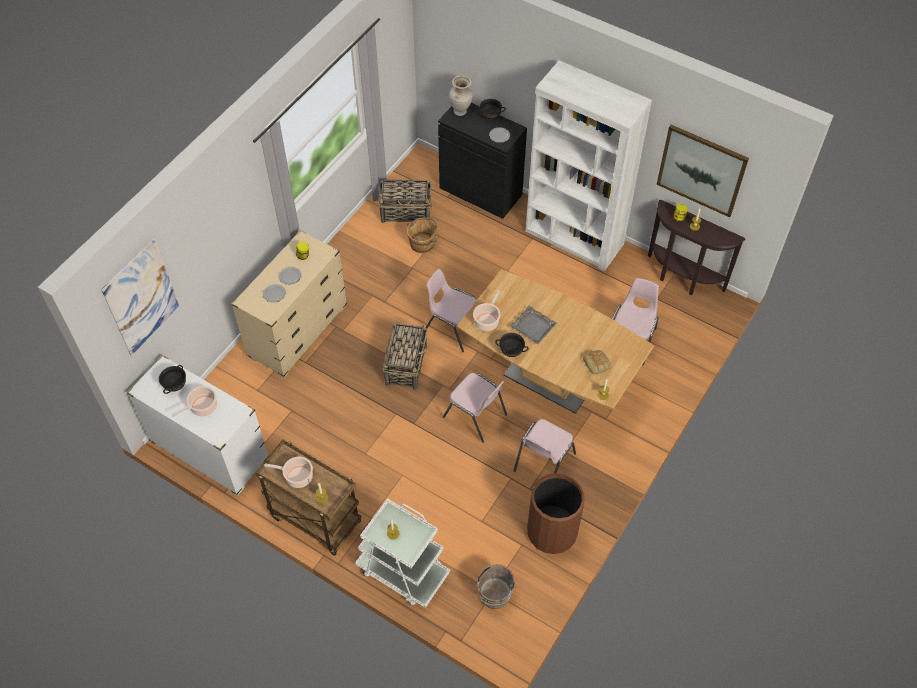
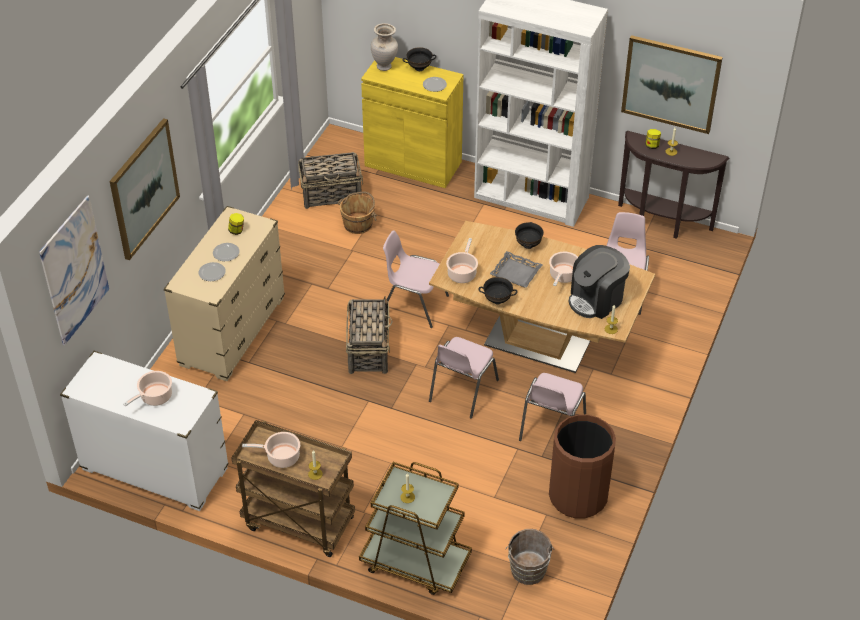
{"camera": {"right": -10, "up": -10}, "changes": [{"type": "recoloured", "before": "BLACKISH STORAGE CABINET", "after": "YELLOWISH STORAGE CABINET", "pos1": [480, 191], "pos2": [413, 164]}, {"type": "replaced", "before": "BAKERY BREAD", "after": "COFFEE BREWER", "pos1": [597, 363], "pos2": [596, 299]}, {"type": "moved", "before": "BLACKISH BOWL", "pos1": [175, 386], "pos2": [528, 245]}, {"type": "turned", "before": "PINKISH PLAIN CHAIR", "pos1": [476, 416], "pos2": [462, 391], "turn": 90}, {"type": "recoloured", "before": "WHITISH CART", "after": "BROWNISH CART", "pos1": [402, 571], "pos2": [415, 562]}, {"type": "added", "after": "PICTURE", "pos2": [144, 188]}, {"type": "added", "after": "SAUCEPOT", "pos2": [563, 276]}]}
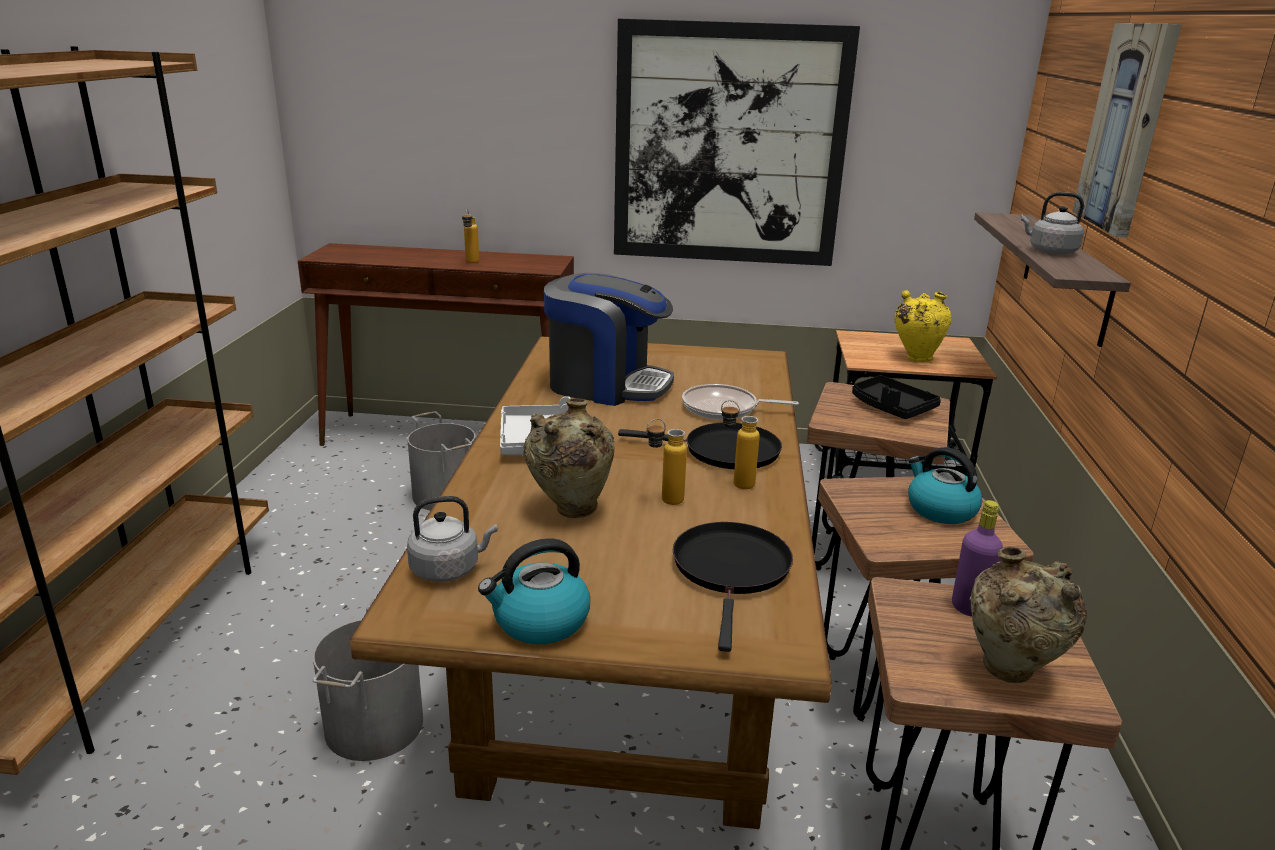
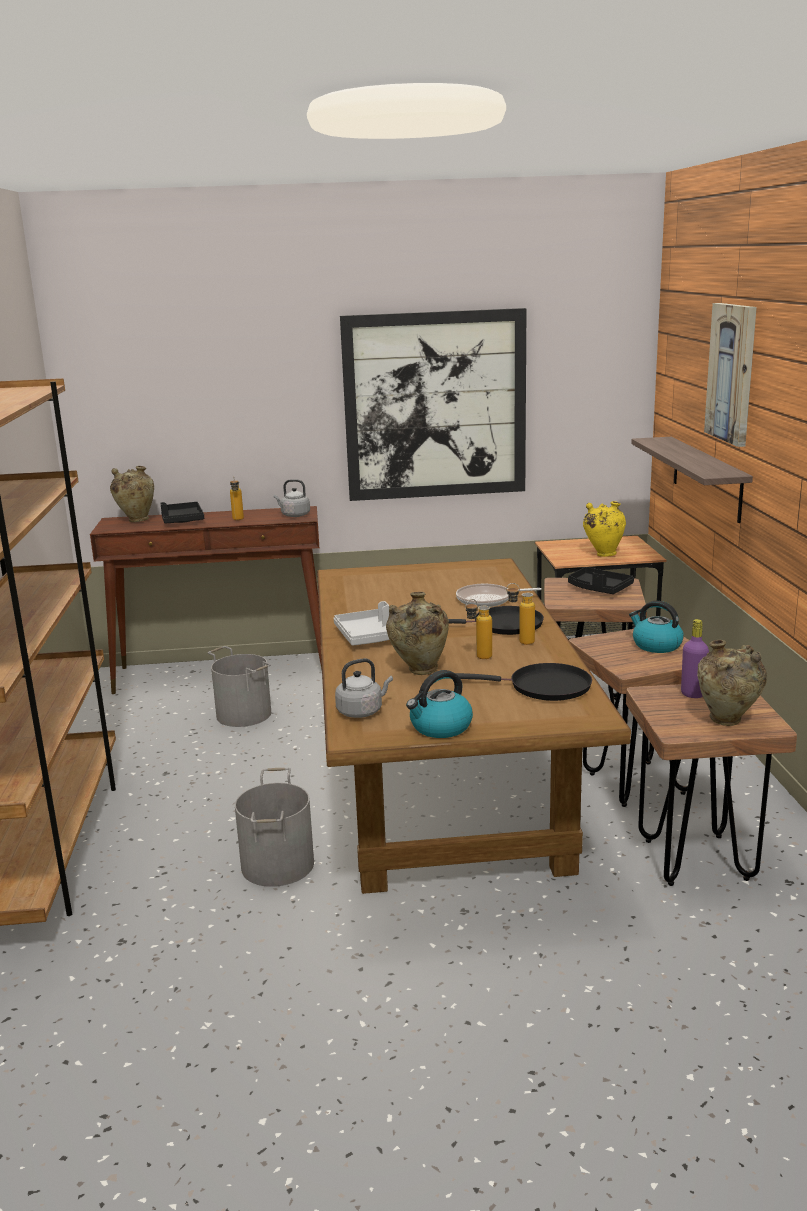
{"camera": {"right": -10, "up": -5}, "changes": [{"type": "moved", "before": "GREYISH TEA KETTLE", "pos1": [1050, 251], "pos2": [294, 515]}, {"type": "removed", "before": "COFFEE BREWER", "pos1": [606, 385]}, {"type": "turned", "before": "BLACKISH PAN", "pos1": [731, 570], "pos2": [544, 687], "turn": 105}, {"type": "added", "after": "SAND-COLOURED VASE", "pos2": [136, 520]}, {"type": "added", "after": "BLACKISH SERVING TRAY", "pos2": [182, 520]}]}
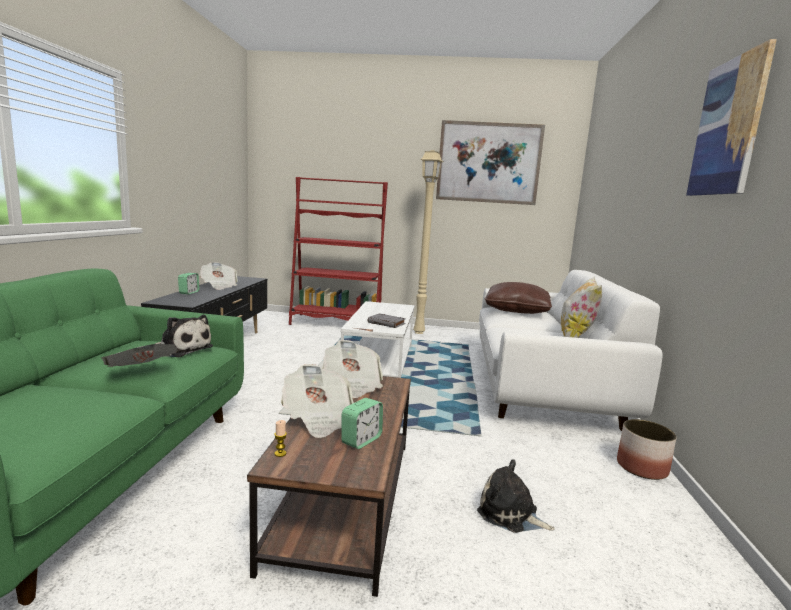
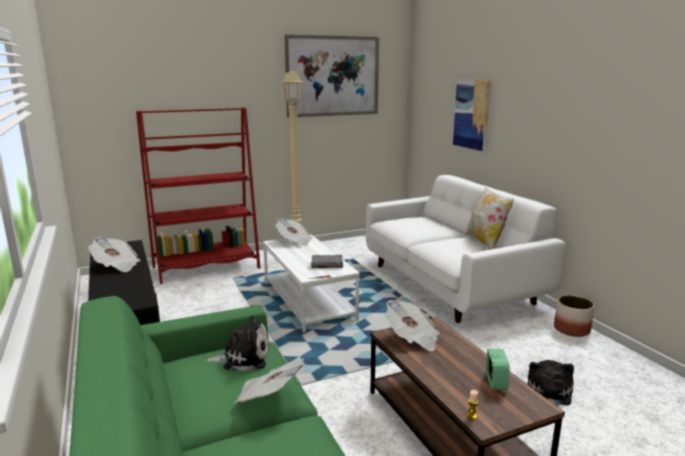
{"camera": {"right": -30, "up": 5}, "changes": [{"type": "moved", "before": "PICTURE", "pos1": [728, 127], "pos2": [471, 114]}, {"type": "removed", "before": "ALARM CLOCK", "pos1": [189, 292]}, {"type": "removed", "before": "BROWNISH PILLOW", "pos1": [516, 311]}, {"type": "moved", "before": "DAILY PAPER", "pos1": [318, 418], "pos2": [294, 241]}, {"type": "turned", "before": "CUDDLY TOY", "pos1": [510, 514], "pos2": [549, 394], "turn": 105}]}
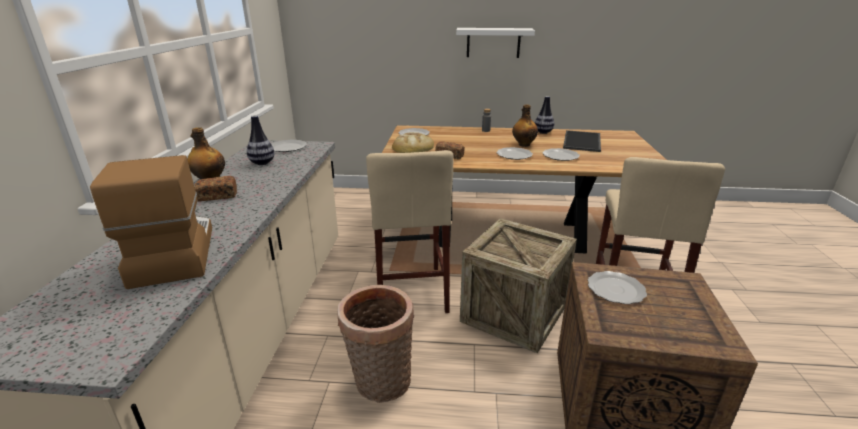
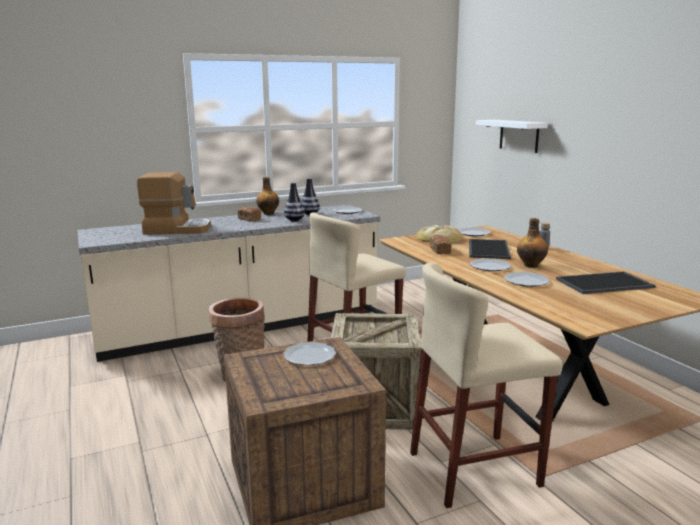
{"camera": {"right": 60, "up": -10}, "changes": [{"type": "moved", "before": "WHITISH WALL SHELF", "pos1": [493, 42], "pos2": [519, 135]}, {"type": "moved", "before": "VASE", "pos1": [543, 132], "pos2": [294, 220]}, {"type": "turned", "before": "COFFEE BREWER", "pos1": [172, 254], "pos2": [177, 229], "turn": 45}, {"type": "added", "after": "SERVING TRAY", "pos2": [487, 249]}]}
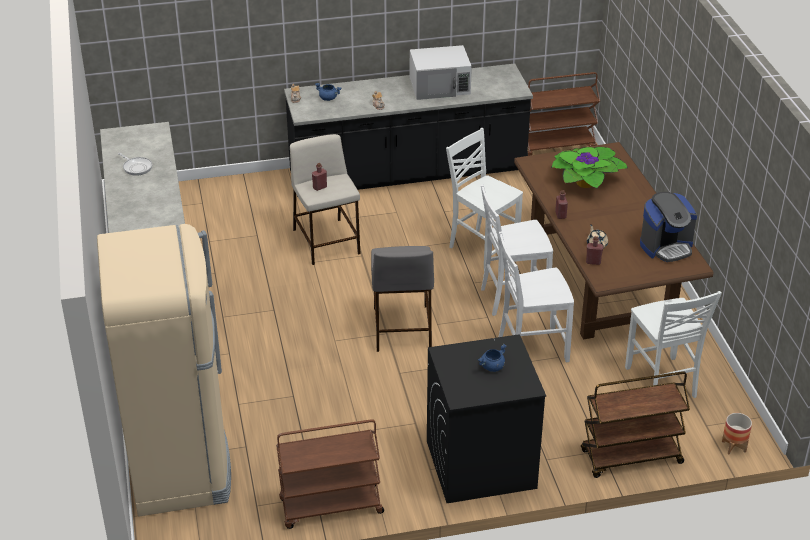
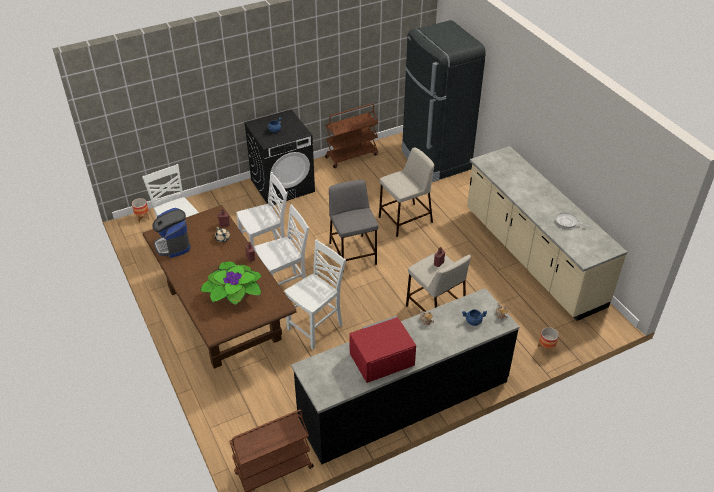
{"camera": {"right": 165, "up": 5}, "changes": [{"type": "recoloured", "before": "WHITISH KITCHEN MICROWAVE", "after": "RED-COLOURED KITCHEN MICROWAVE", "pos1": [440, 86], "pos2": [381, 359]}, {"type": "turned", "before": "WHITISH PLAIN CHAIR", "pos1": [482, 249], "pos2": [316, 328], "turn": -75}, {"type": "turned", "before": "COFFEE BREWER", "pos1": [666, 247], "pos2": [173, 245], "turn": -75}, {"type": "recoloured", "before": "SAND-COLOURED KITCHEN FRIDGE", "after": "BLACKISH KITCHEN FRIDGE", "pos1": [180, 466], "pos2": [435, 160]}, {"type": "removed", "before": "BROWNISH CART", "pos1": [631, 457]}, {"type": "added", "after": "SAND-COLOURED STOOL SEAT", "pos2": [405, 220]}, {"type": "added", "after": "PLANTER", "pos2": [546, 349]}]}
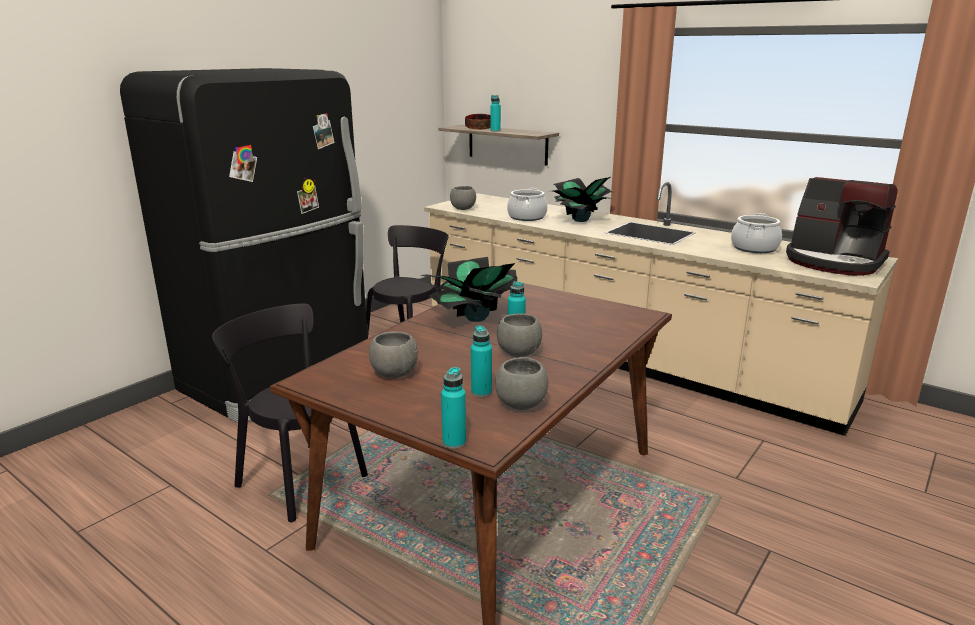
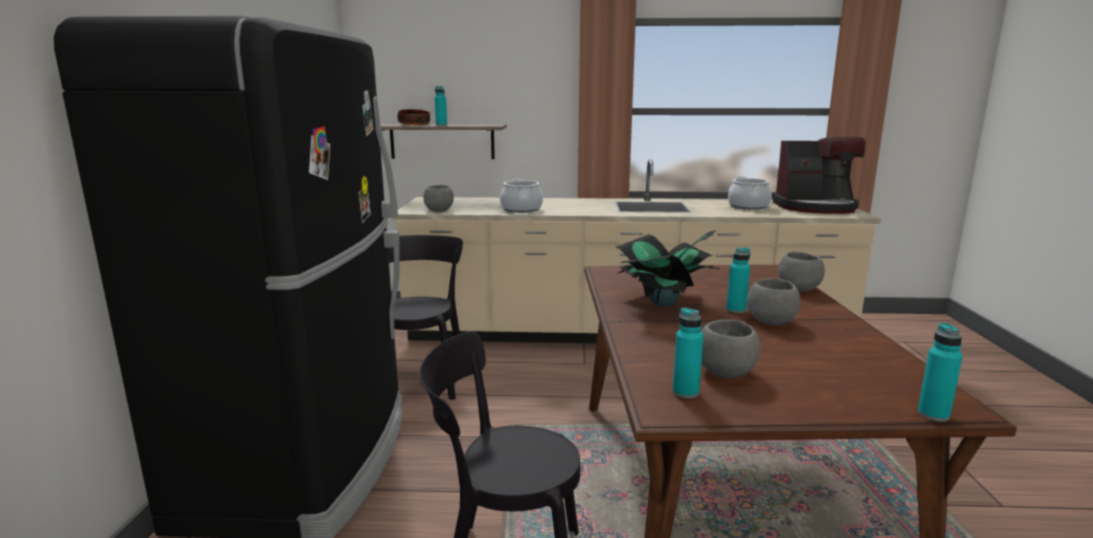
{"camera": {"right": -35, "up": -5}, "changes": [{"type": "removed", "before": "POTTED PLANT", "pos1": [580, 220]}, {"type": "moved", "before": "BLUE-GREEN BOTTLE", "pos1": [481, 392], "pos2": [685, 392]}, {"type": "moved", "before": "GREYISH BOWL", "pos1": [520, 404], "pos2": [798, 289]}]}
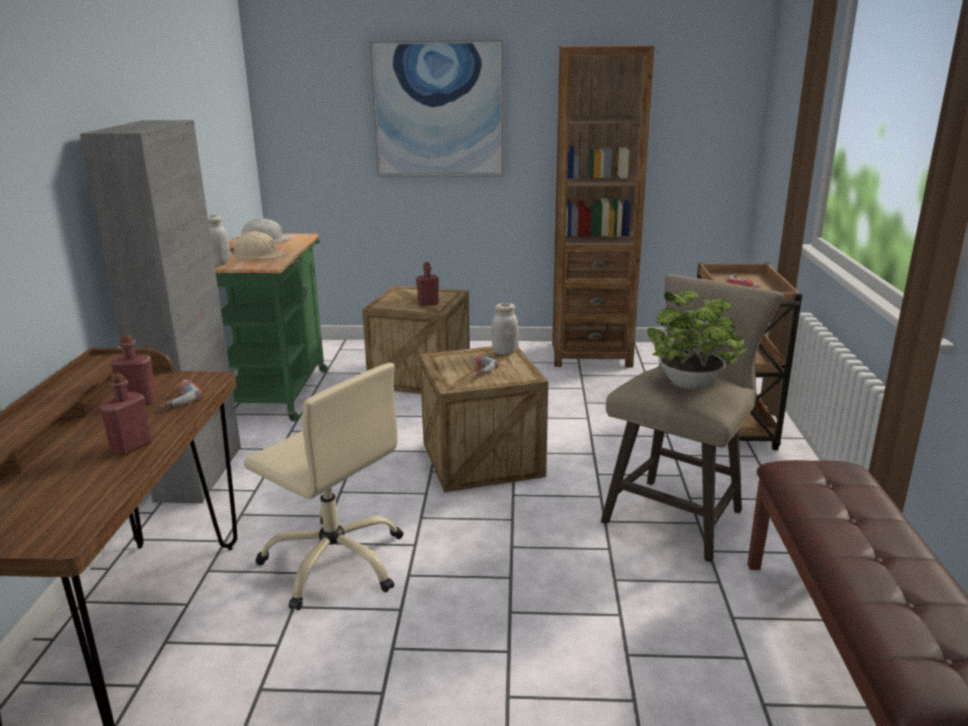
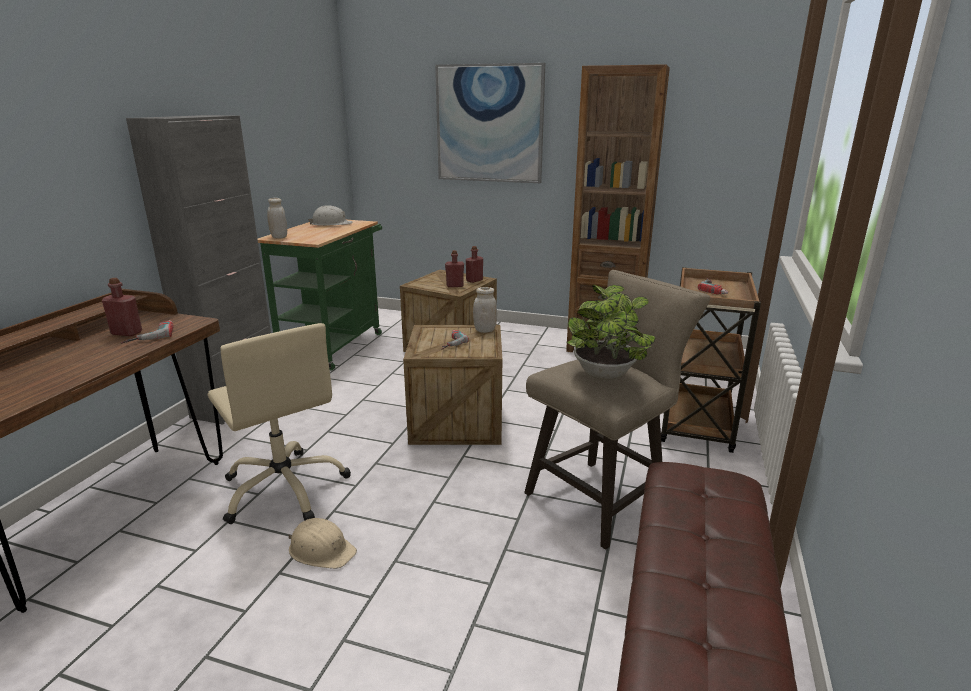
{"camera": {"right": 15, "up": 0}, "changes": [{"type": "moved", "before": "SAND-COLOURED SAFETY HELMET", "pos1": [258, 256], "pos2": [321, 550]}, {"type": "moved", "before": "RED-COLOURED BOTTLE", "pos1": [131, 447], "pos2": [474, 280]}]}
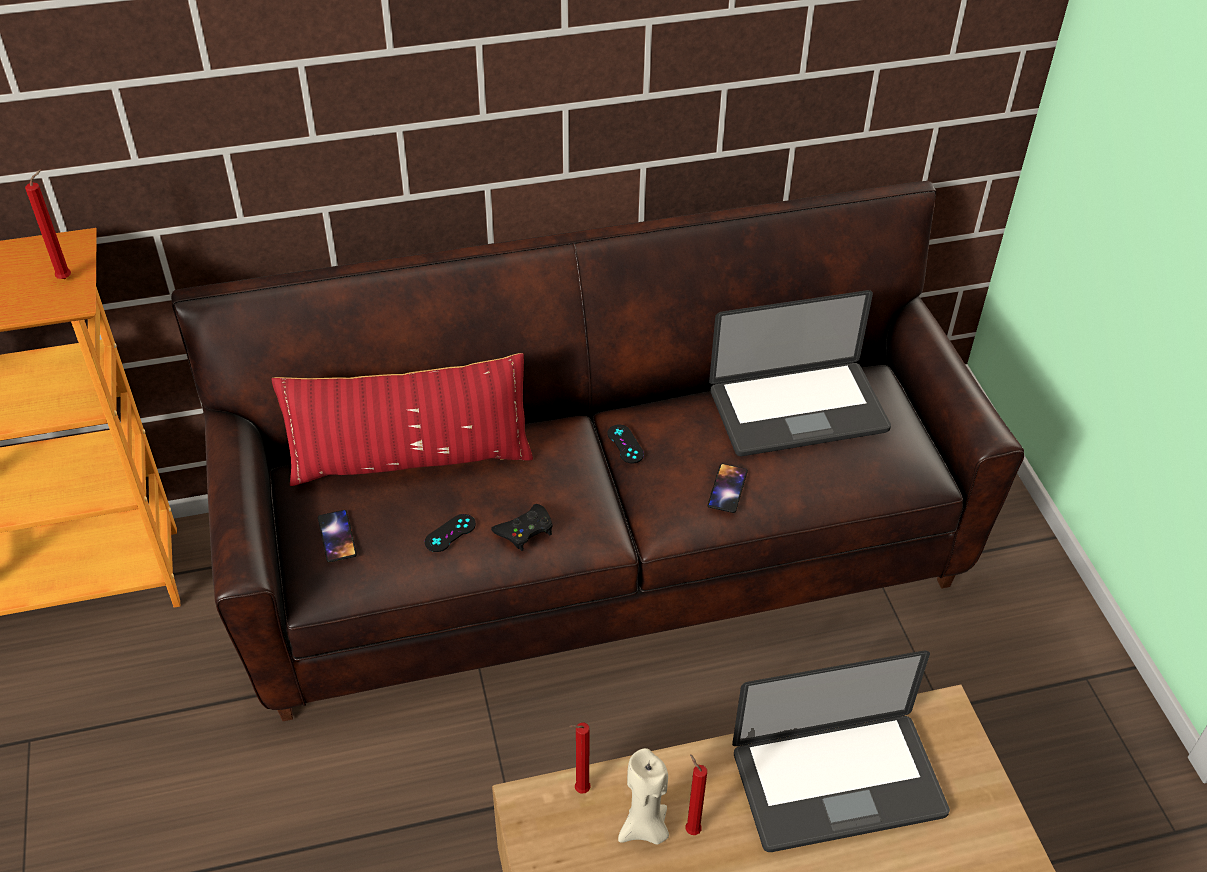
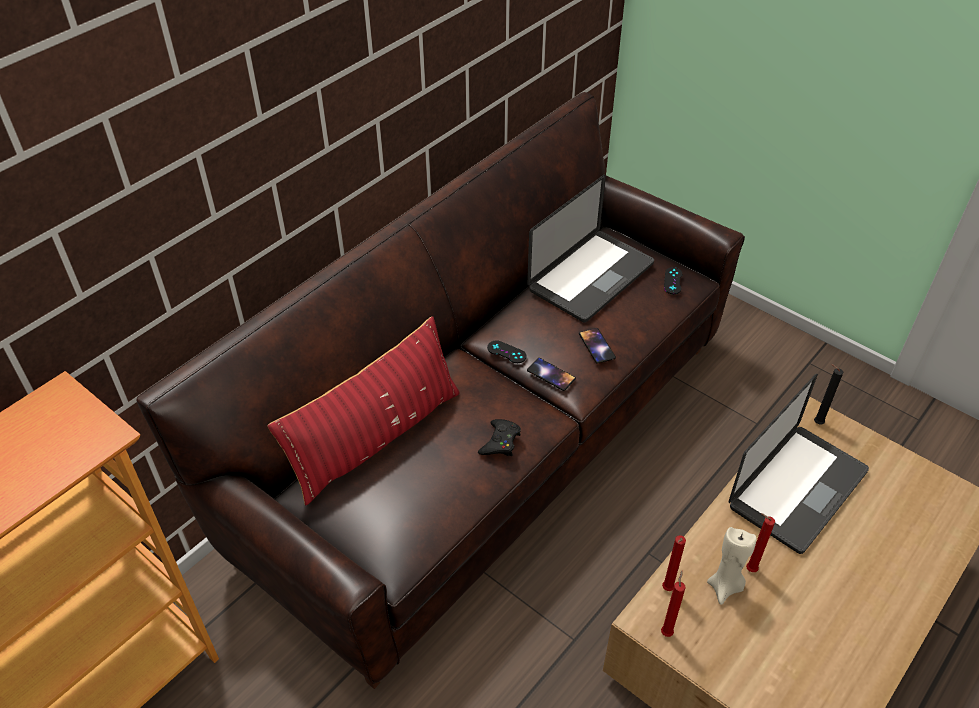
{"camera": {"right": -35, "up": 0}, "changes": [{"type": "moved", "before": "RED-COLOURED WAX LIGHT", "pos1": [67, 278], "pos2": [667, 631]}, {"type": "moved", "before": "TELEPHONE", "pos1": [337, 536], "pos2": [551, 374]}, {"type": "moved", "before": "BLACKISH JOYPAD", "pos1": [450, 533], "pos2": [673, 281]}, {"type": "added", "after": "BLACKISH WAX LIGHT", "pos2": [816, 423]}]}
